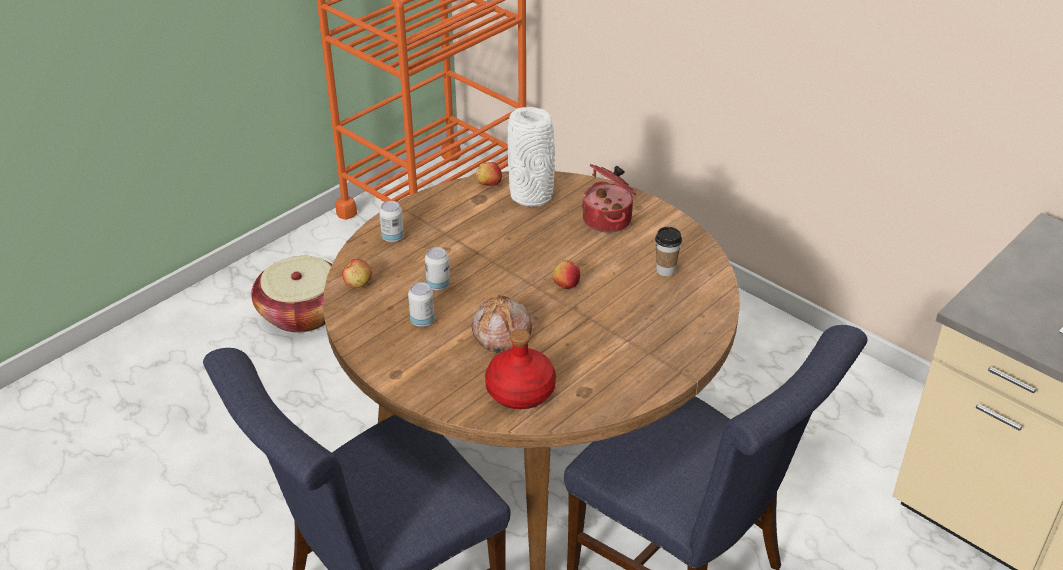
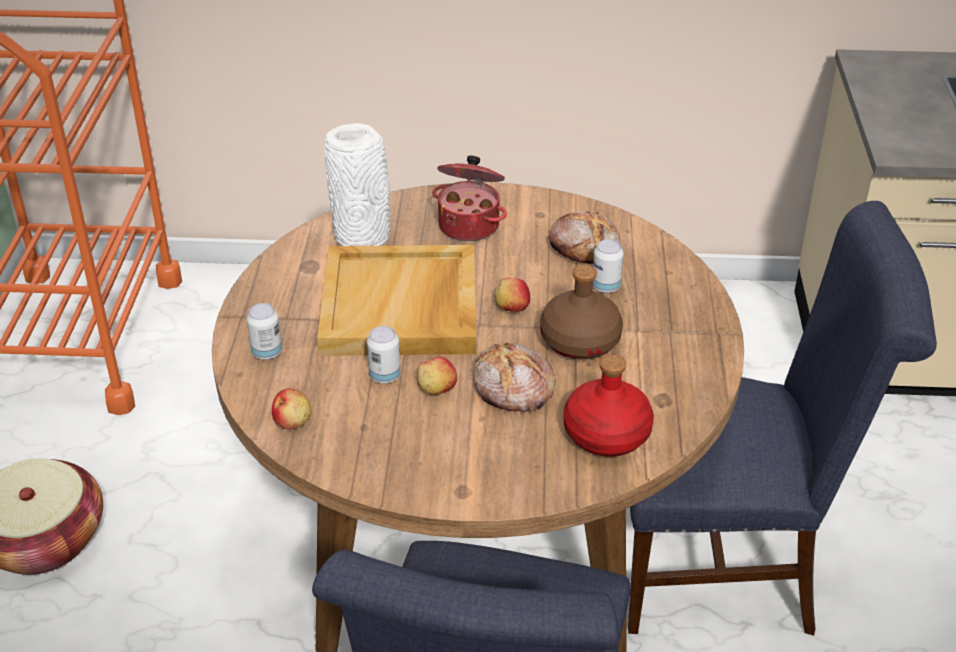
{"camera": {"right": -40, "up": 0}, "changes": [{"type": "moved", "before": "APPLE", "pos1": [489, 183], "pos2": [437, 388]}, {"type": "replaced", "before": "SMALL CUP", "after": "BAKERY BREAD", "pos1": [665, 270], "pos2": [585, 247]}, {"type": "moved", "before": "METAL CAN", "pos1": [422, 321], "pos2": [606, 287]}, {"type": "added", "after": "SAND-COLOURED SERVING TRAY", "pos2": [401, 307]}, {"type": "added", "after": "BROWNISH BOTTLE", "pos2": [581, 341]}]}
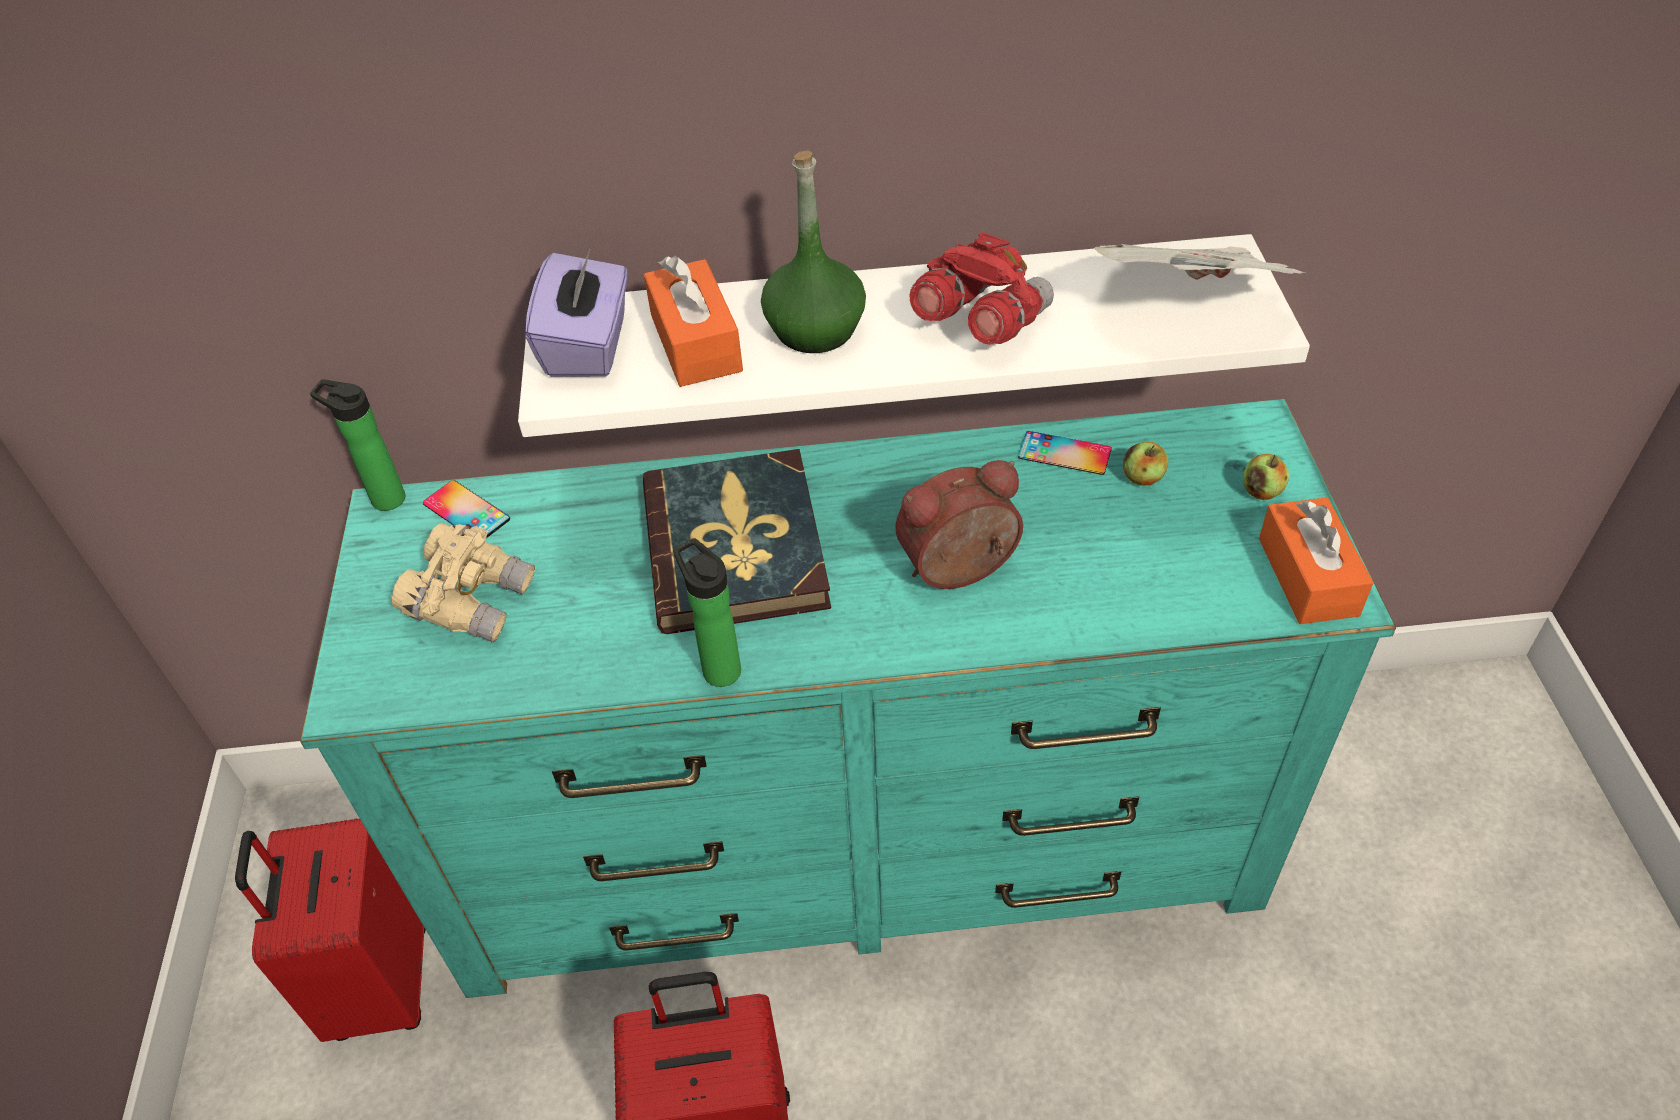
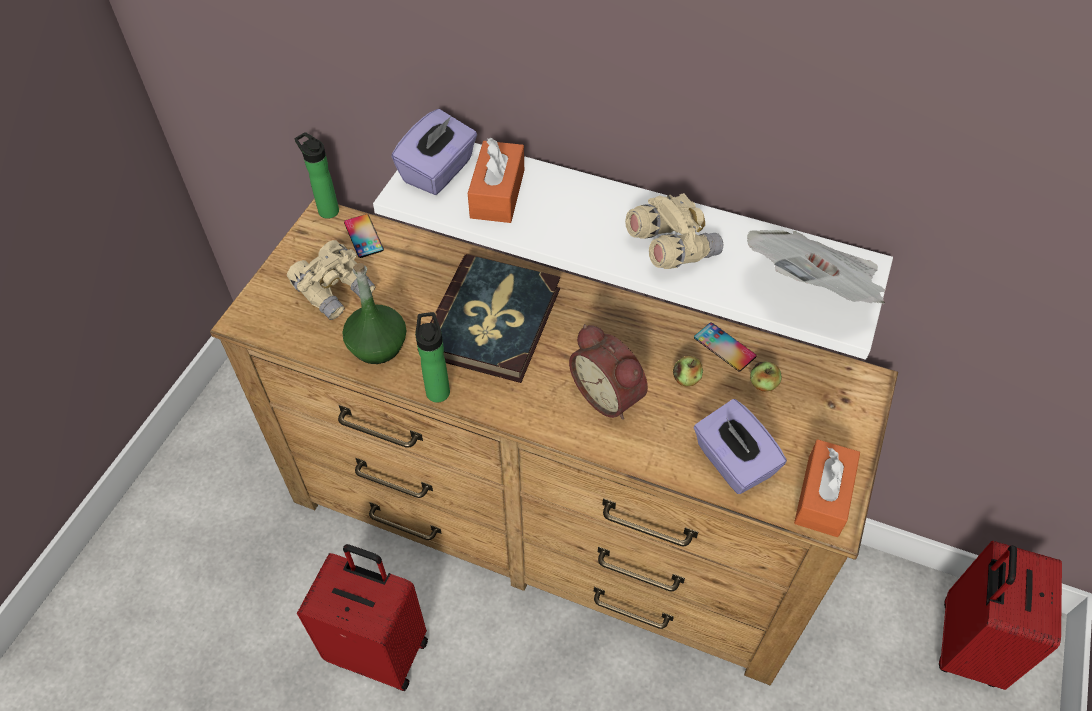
{"camera": {"right": 25, "up": 5}, "changes": [{"type": "moved", "before": "GREENISH BOTTLE", "pos1": [814, 330], "pos2": [377, 346]}, {"type": "recoloured", "before": "RED-COLOURED PAIR OF BINOCULARS", "after": "SAND-COLOURED PAIR OF BINOCULARS", "pos1": [980, 322], "pos2": [670, 248]}, {"type": "recoloured", "before": "BLUE-GREEN CHEST OF DRAWERS", "after": "BROWNISH CHEST OF DRAWERS", "pos1": [857, 842], "pos2": [548, 520]}, {"type": "moved", "before": "APPLE", "pos1": [1261, 491], "pos2": [686, 379]}, {"type": "turned", "before": "ALARM CLOCK", "pos1": [960, 572], "pos2": [609, 394], "turn": -135}, {"type": "moved", "before": "RED-COLOURED PIECE OF LUGGAGE", "pos1": [378, 983], "pos2": [965, 643]}, {"type": "added", "after": "PURPLE TISSUE HOLDER", "pos2": [732, 462]}]}
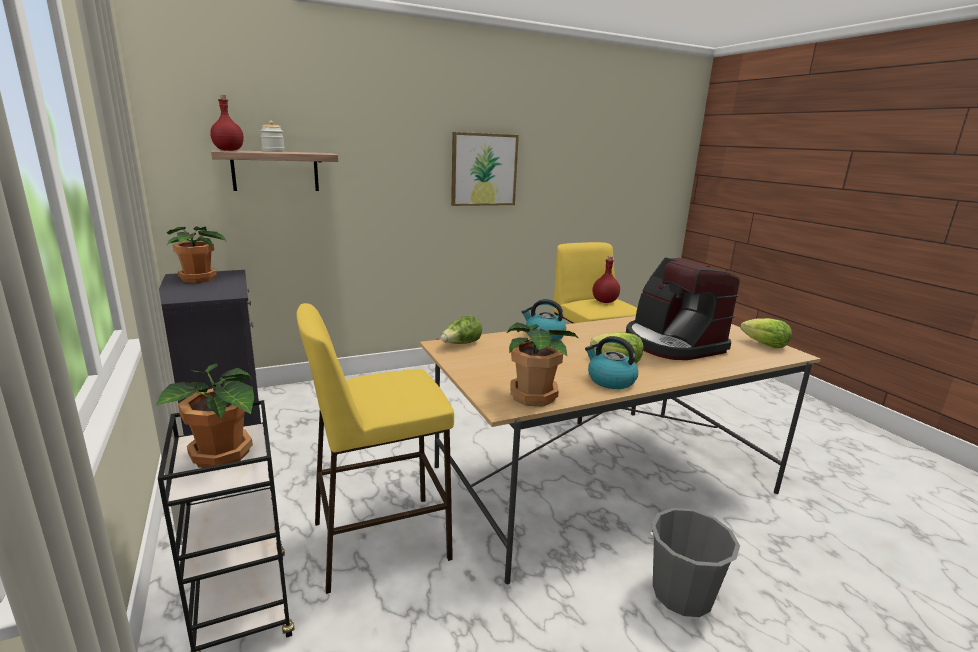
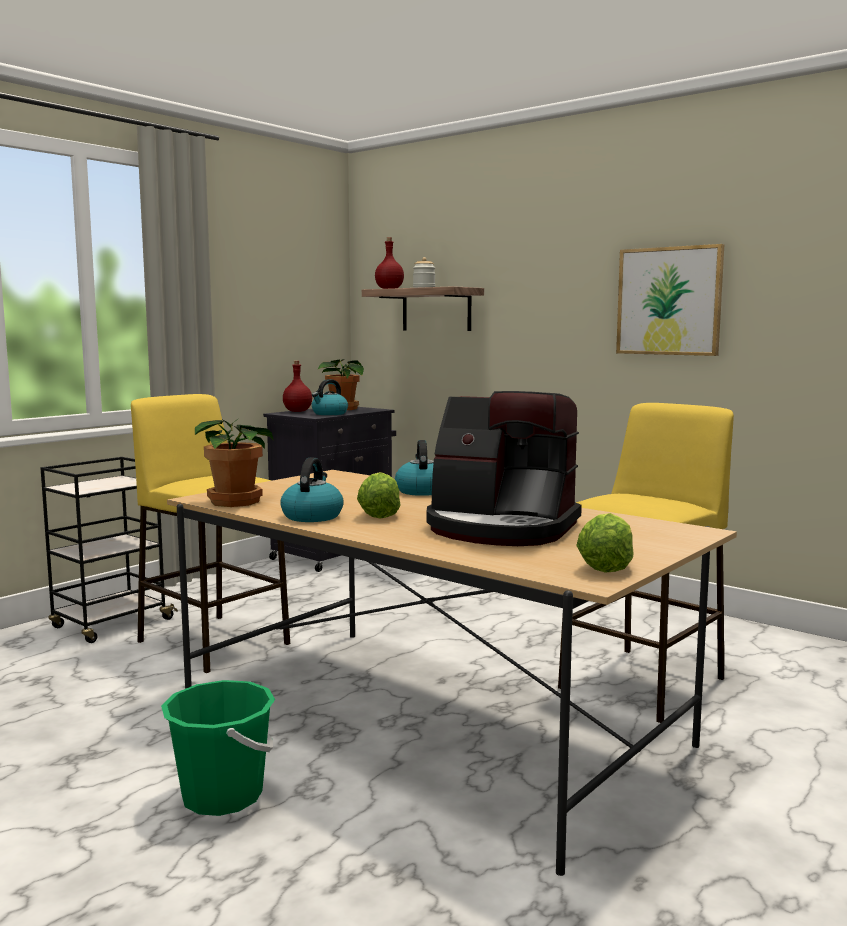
{"camera": {"right": 65, "up": -10}, "changes": [{"type": "moved", "before": "RED-COLOURED BOTTLE", "pos1": [605, 302], "pos2": [297, 411]}, {"type": "turned", "before": "COFFEE BREWER", "pos1": [672, 343], "pos2": [501, 528], "turn": -105}, {"type": "removed", "before": "LETTUCE", "pos1": [461, 344]}, {"type": "removed", "before": "POTTED PLANT", "pos1": [221, 456]}, {"type": "recoloured", "before": "GREYISH WATER BUCKET", "after": "GREENISH WATER BUCKET", "pos1": [682, 594], "pos2": [222, 796]}, {"type": "added", "after": "TEA KETTLE", "pos2": [329, 414]}]}
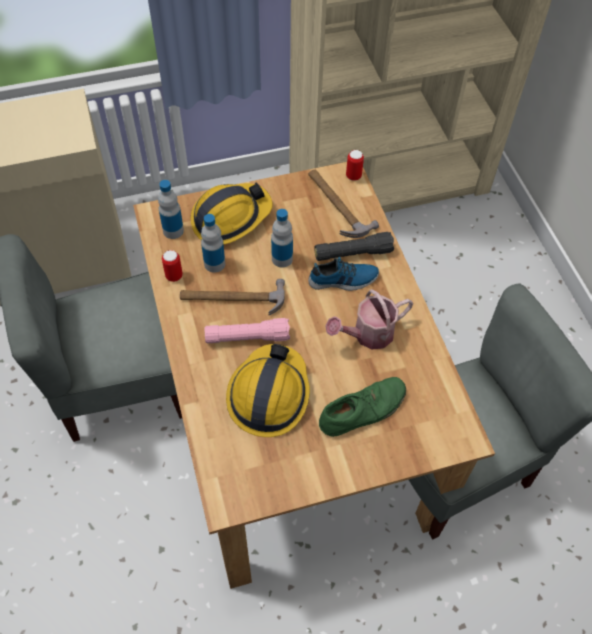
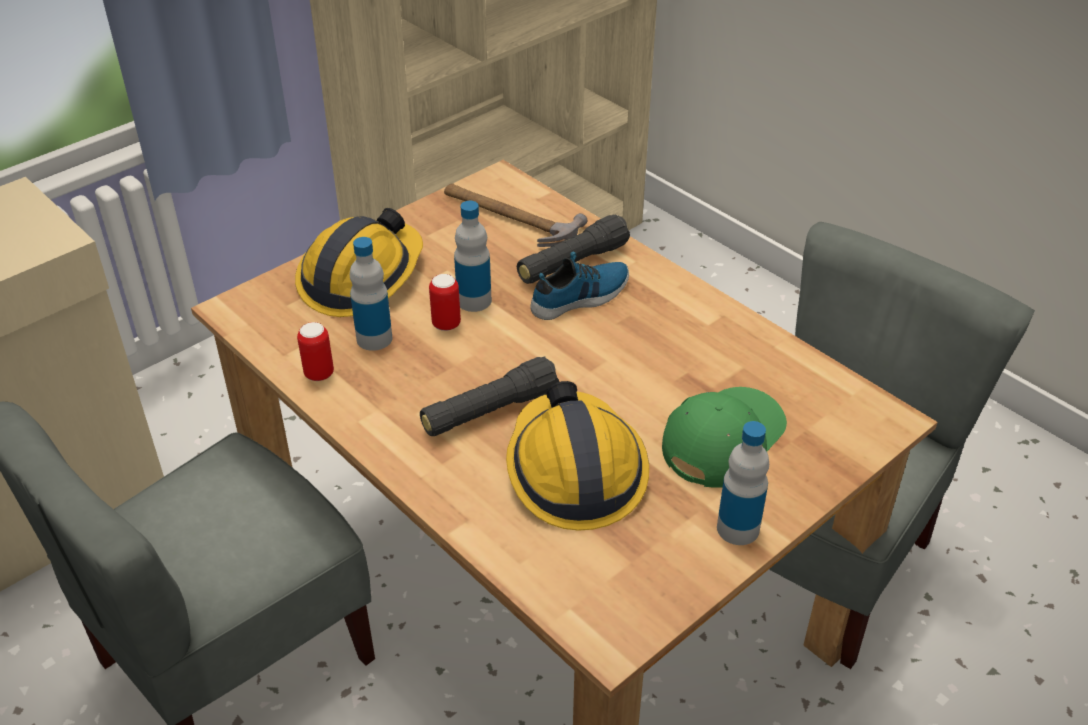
{"camera": {"right": -25, "up": -15}, "changes": [{"type": "moved", "before": "METAL CAN", "pos1": [353, 176], "pos2": [446, 324]}, {"type": "moved", "before": "BOTTLE", "pos1": [173, 231], "pos2": [738, 528]}, {"type": "removed", "before": "TOOL HAMMER", "pos1": [232, 298]}, {"type": "removed", "before": "SPRINKLING CAN", "pos1": [368, 334]}, {"type": "recoloured", "before": "PINKISH HAND TORCH", "after": "BLACKISH HAND TORCH", "pos1": [247, 338], "pos2": [490, 411]}, {"type": "replaced", "before": "GREENISH LOW SHOE", "after": "GREENISH PEAKED CAP", "pos1": [362, 410], "pos2": [724, 438]}]}
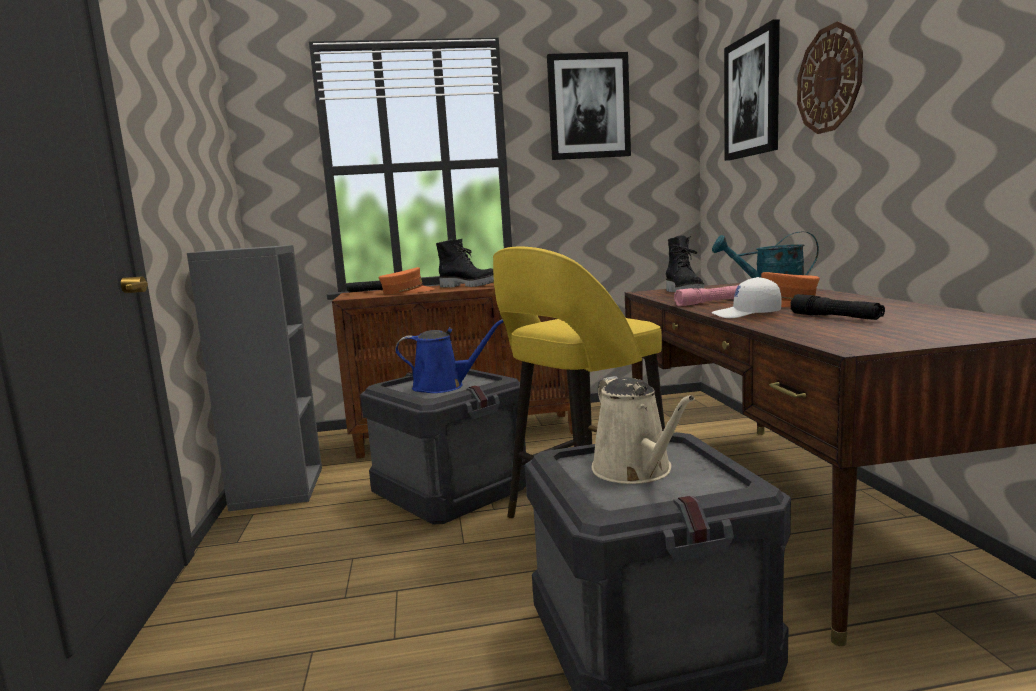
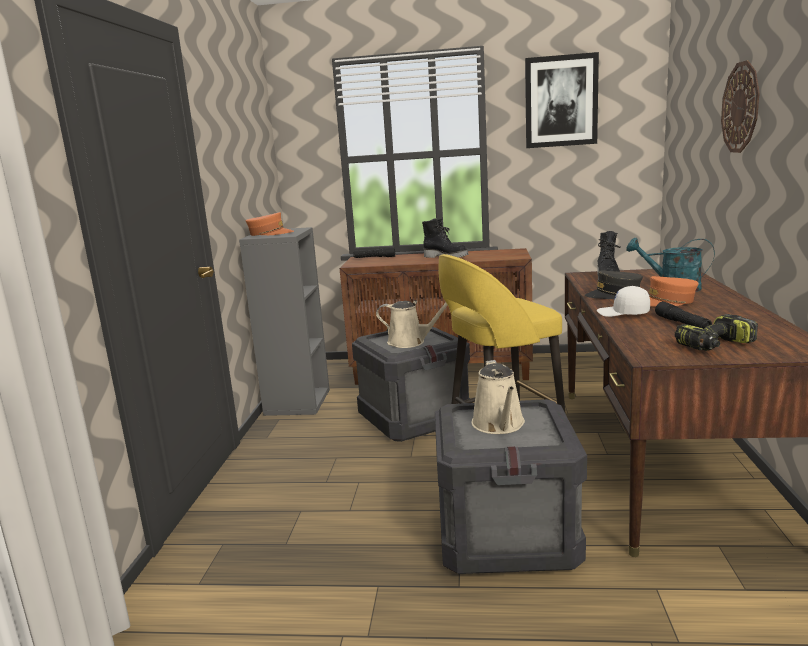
{"camera": {"right": 15, "up": 5}, "changes": [{"type": "removed", "before": "PICTURE", "pos1": [752, 96]}, {"type": "moved", "before": "ORANGE PEAKED CAP", "pos1": [407, 292], "pos2": [270, 233]}, {"type": "replaced", "before": "PINKISH HAND TORCH", "after": "GREYISH PEAKED CAP", "pos1": [710, 302], "pos2": [614, 294]}, {"type": "recoloured", "before": "BLUE SPRINKLING CAN", "after": "SAND-COLOURED SPRINKLING CAN", "pos1": [443, 386], "pos2": [410, 342]}, {"type": "added", "after": "POWER DRILL", "pos2": [715, 346]}]}
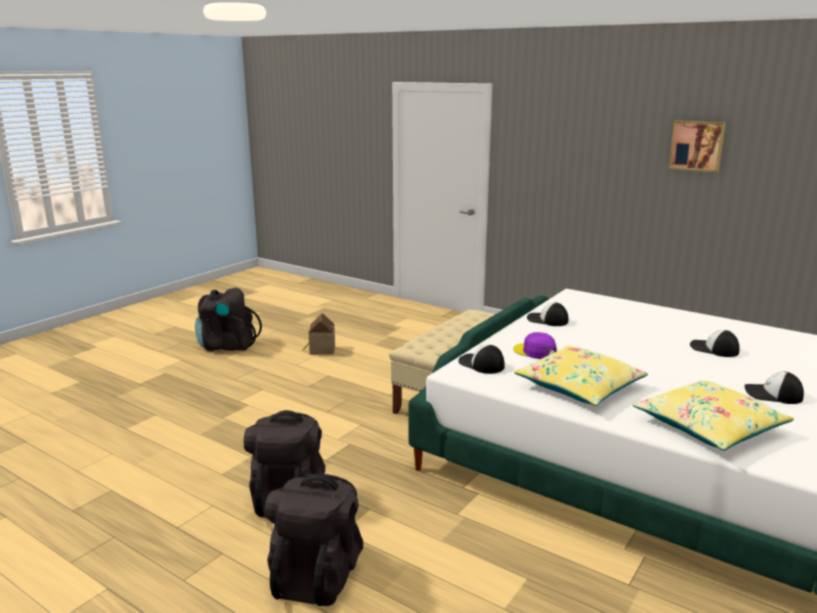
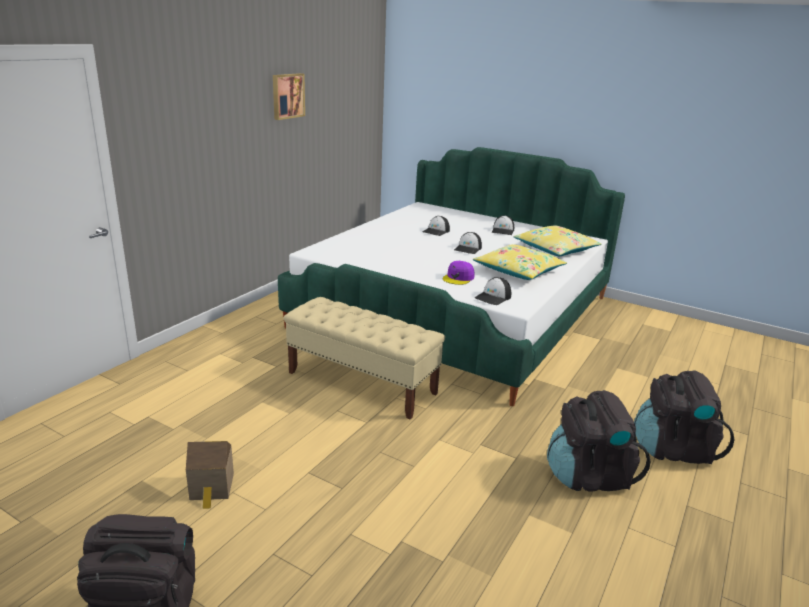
{"camera": {"right": -95, "up": 5}, "changes": [{"type": "moved", "before": "PEAKED CAP", "pos1": [547, 320], "pos2": [468, 249]}]}
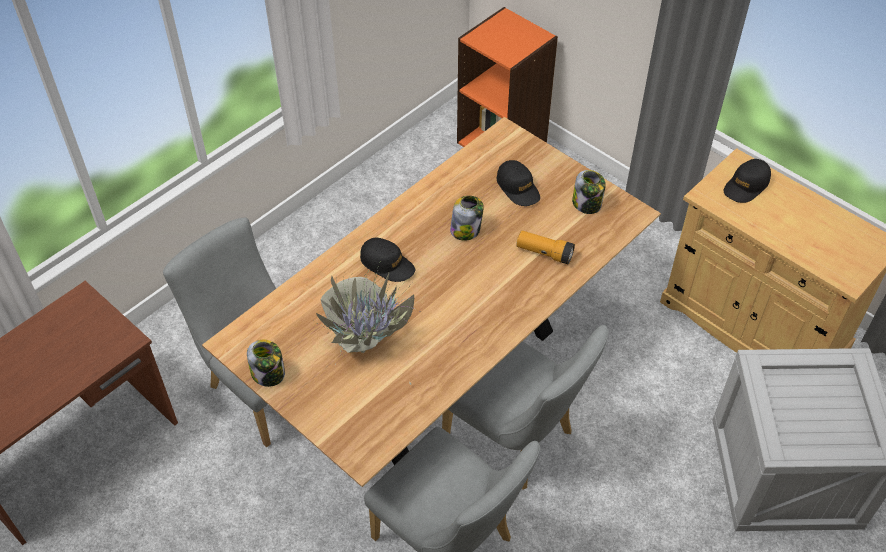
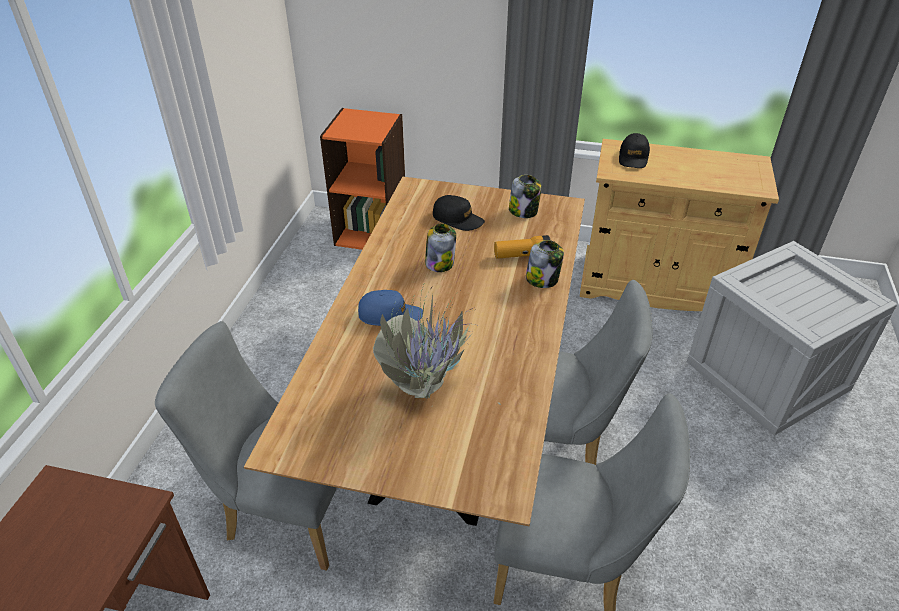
{"camera": {"right": -30, "up": -10}, "changes": [{"type": "recoloured", "before": "BLACKISH PEAKED CAP", "after": "BLUE PEAKED CAP", "pos1": [387, 264], "pos2": [390, 315]}, {"type": "moved", "before": "PRESERVE JAR", "pos1": [269, 374], "pos2": [542, 279]}]}
